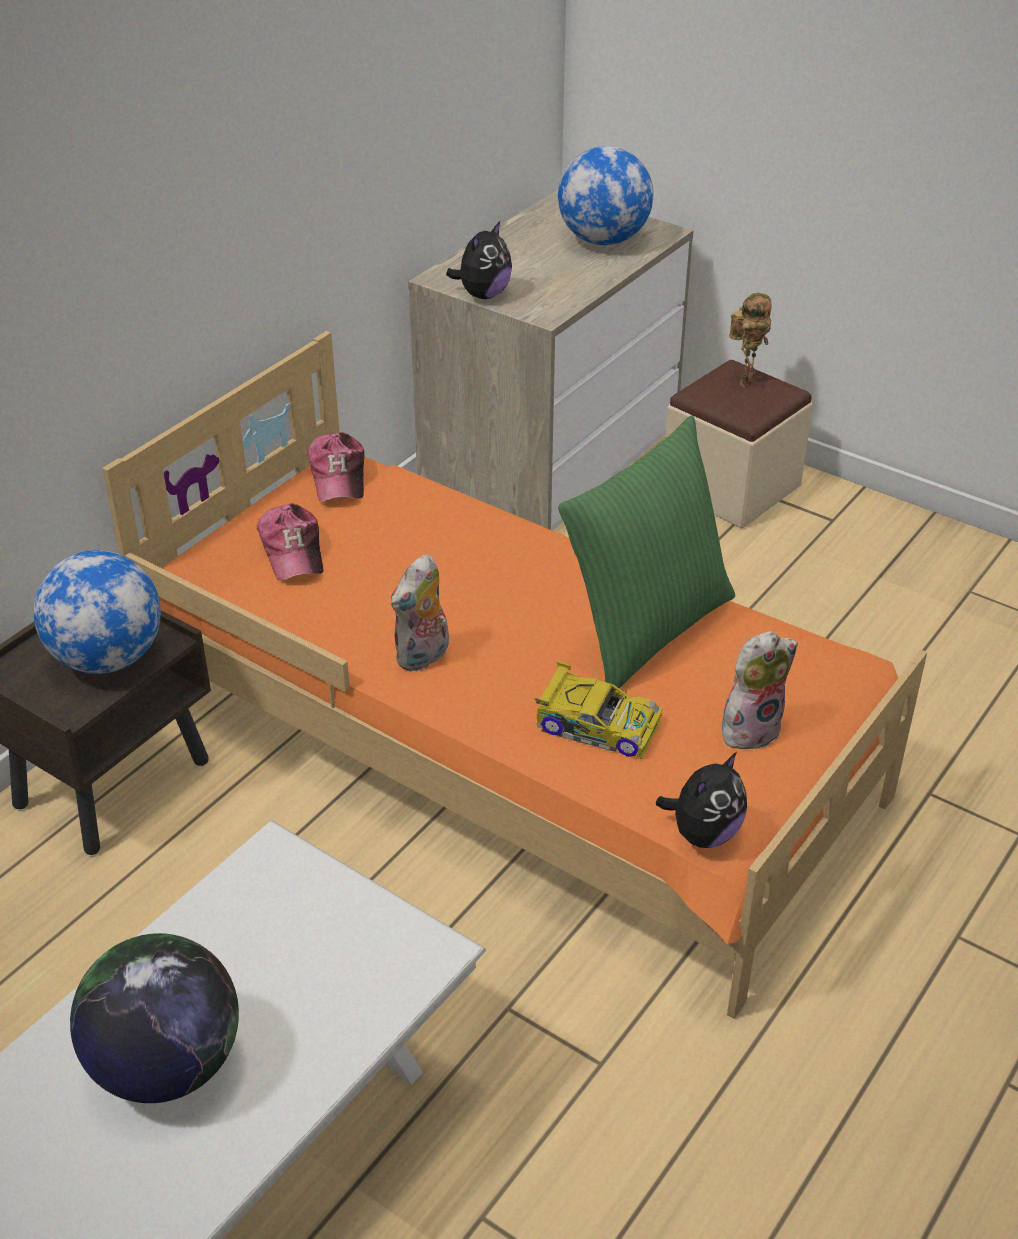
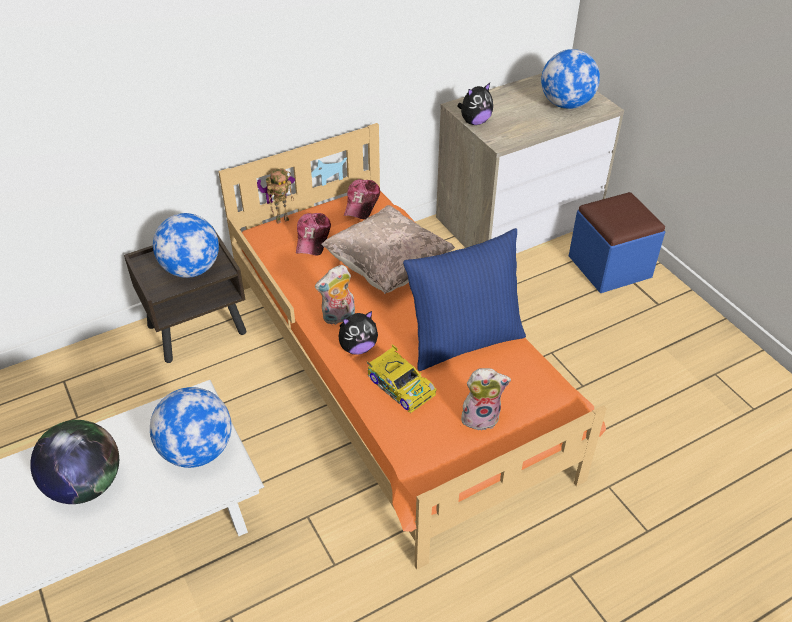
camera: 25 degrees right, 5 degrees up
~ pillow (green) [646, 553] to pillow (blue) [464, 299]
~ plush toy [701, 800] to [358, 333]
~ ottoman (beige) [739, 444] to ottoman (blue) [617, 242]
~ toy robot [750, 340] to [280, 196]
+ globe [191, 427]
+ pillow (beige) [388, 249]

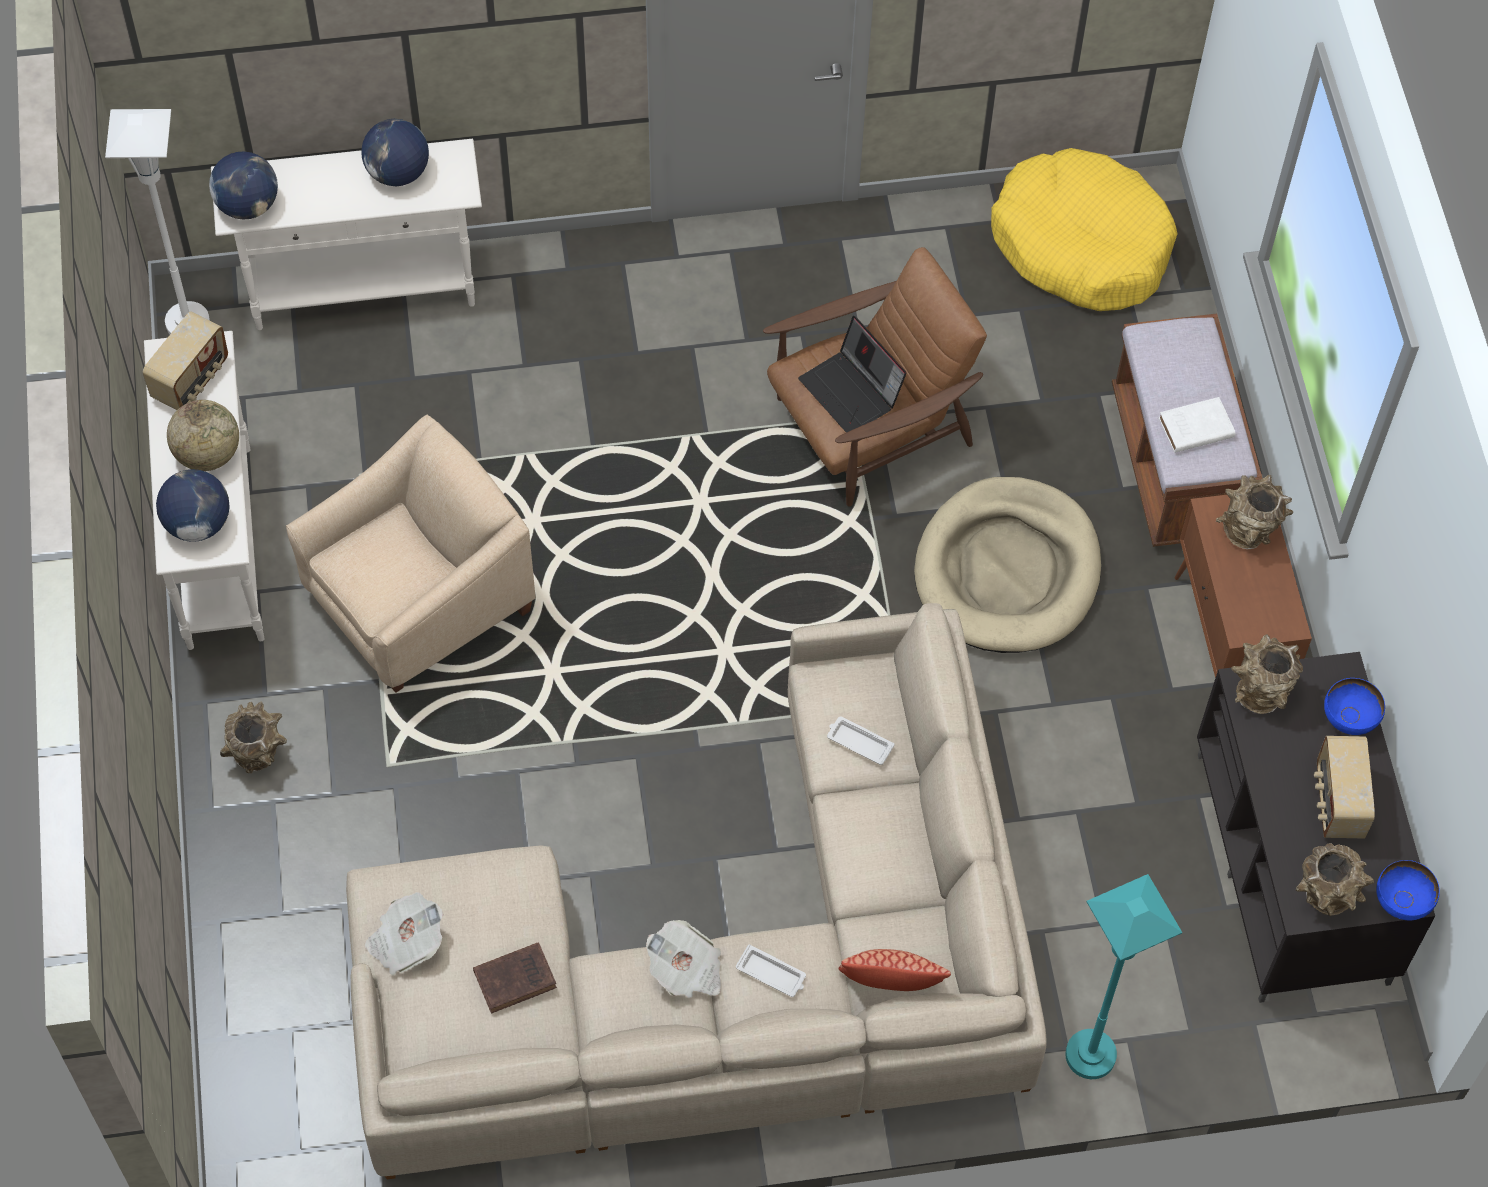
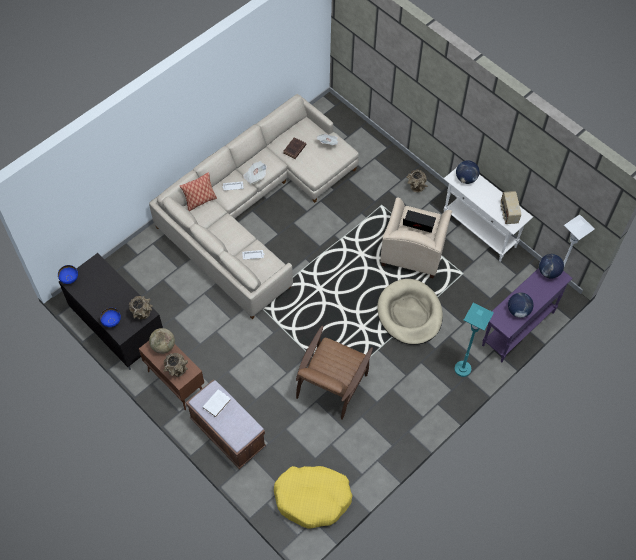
camera: 145 degrees right, 0 degrees up
~ globe [203, 435] to [162, 341]
~ console table (white) [346, 234] to console table (purple) [527, 315]
~ laptop [852, 374] to [419, 221]
~ dog bed (beige) [1007, 565] to [410, 312]
~ floor lamp (turquoise) [1124, 976] to [474, 340]
- vase (brown) [1335, 879]
- radio [1344, 787]

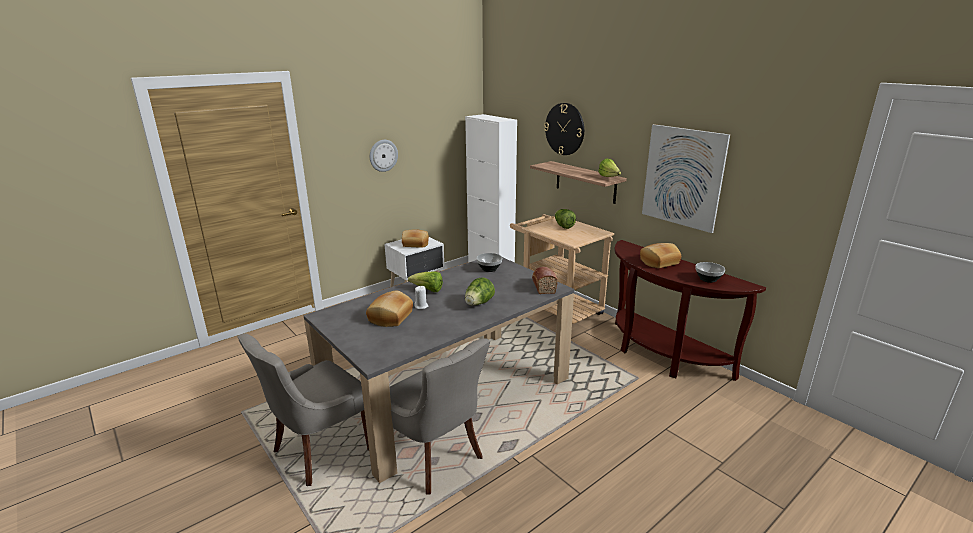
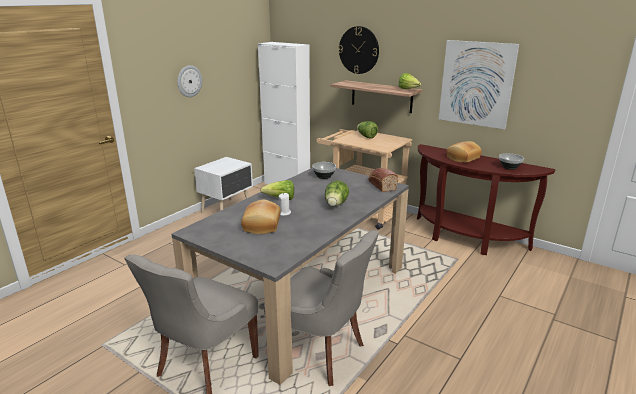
camera: 15 degrees left, 0 degrees up
- bread [415, 238]

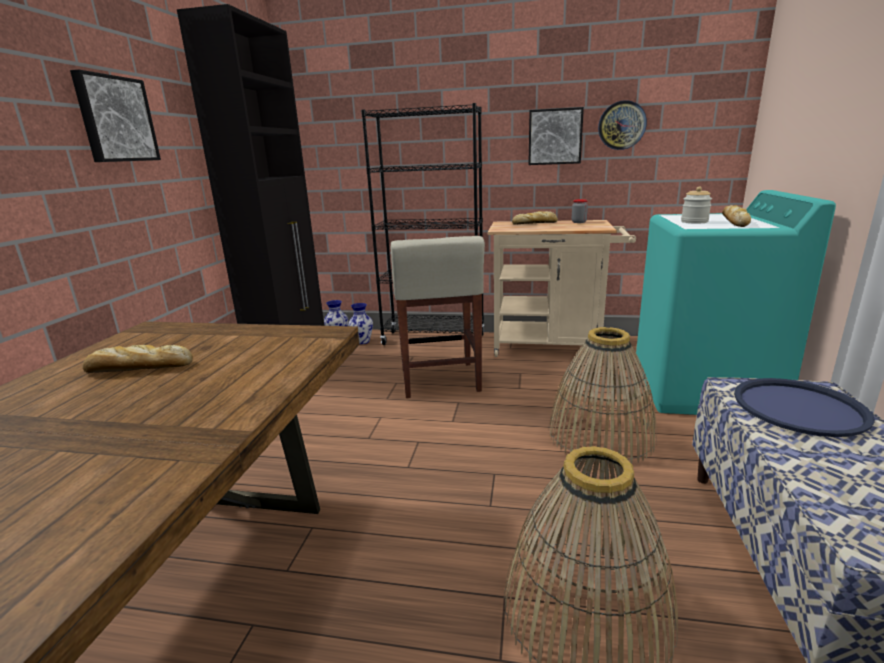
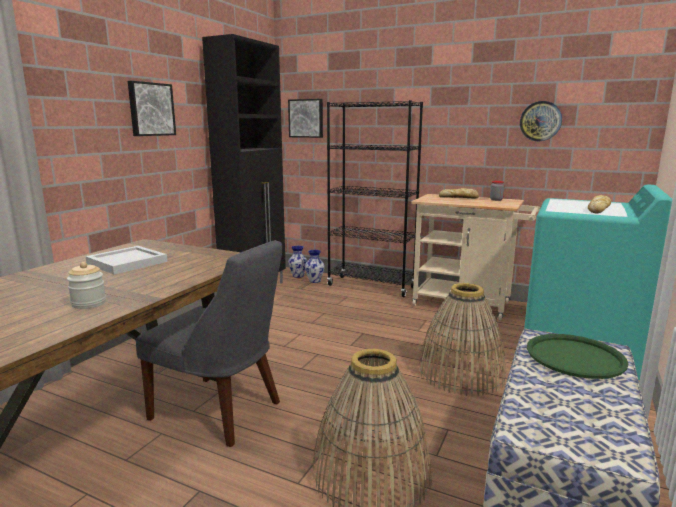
camera: 15 degrees right, 5 degrees down
~ bread [138, 359] to tray (white) [126, 260]
- stool (beige) [438, 317]
~ picture [556, 136] to [305, 118]
~ jar [696, 205] to [86, 285]
~ tray (blue) [804, 407] to tray (green) [577, 356]
+ chair (grey) [209, 343]

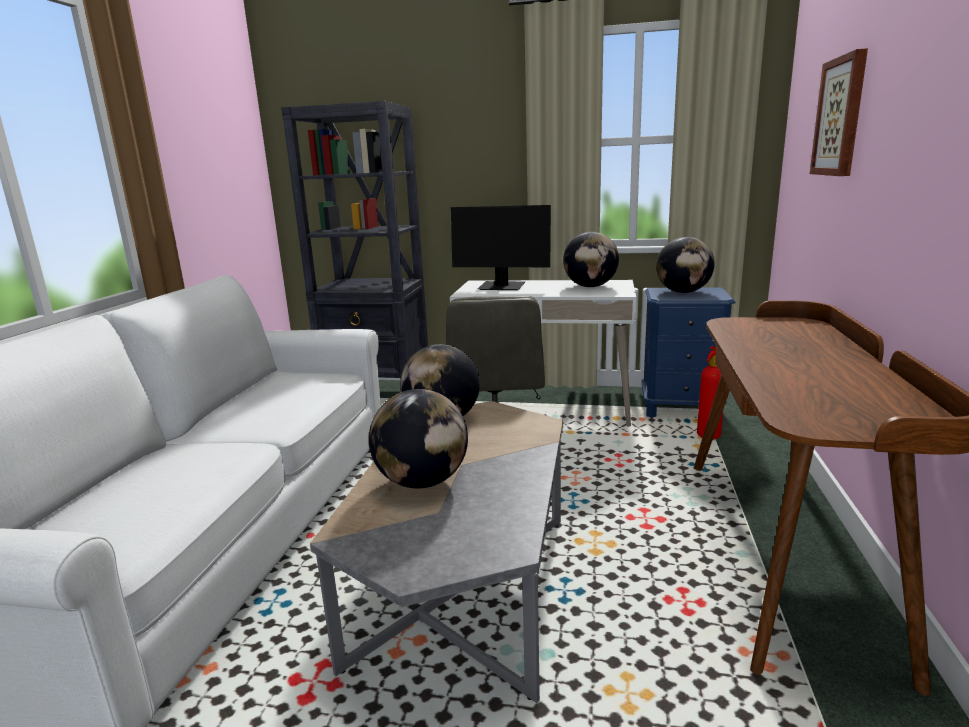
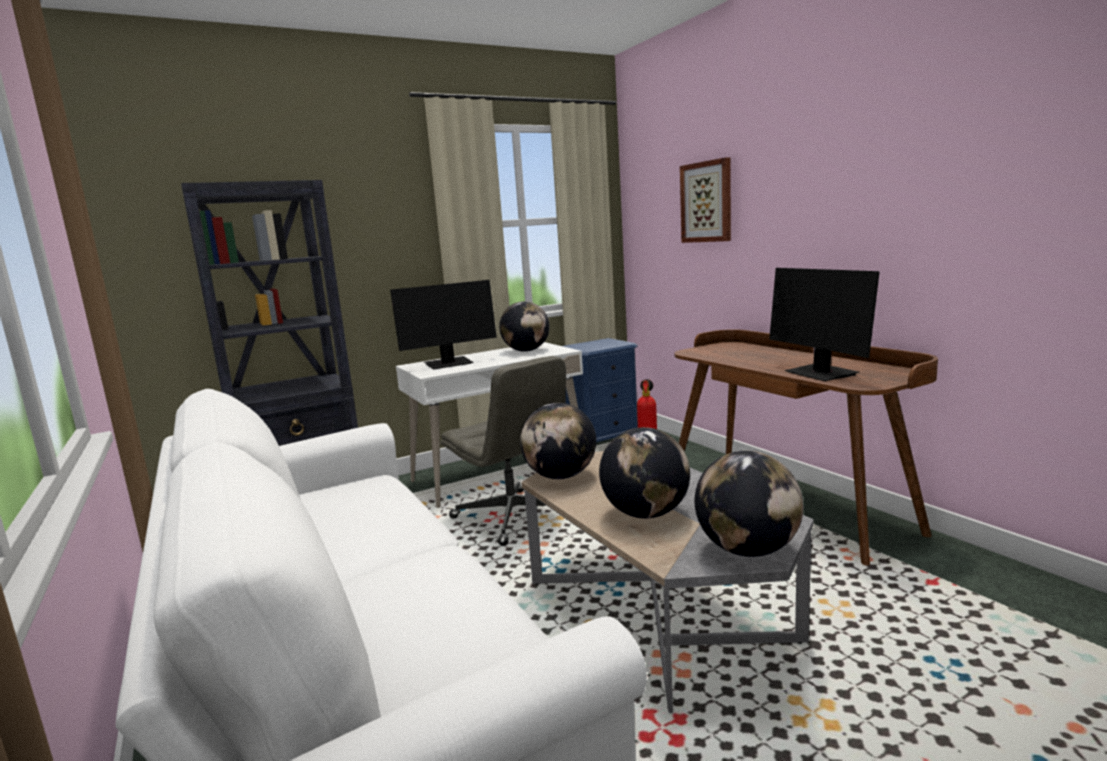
camera: 40 degrees left, 5 degrees down
~ globe [685, 265] to [749, 504]
+ monitor [824, 324]

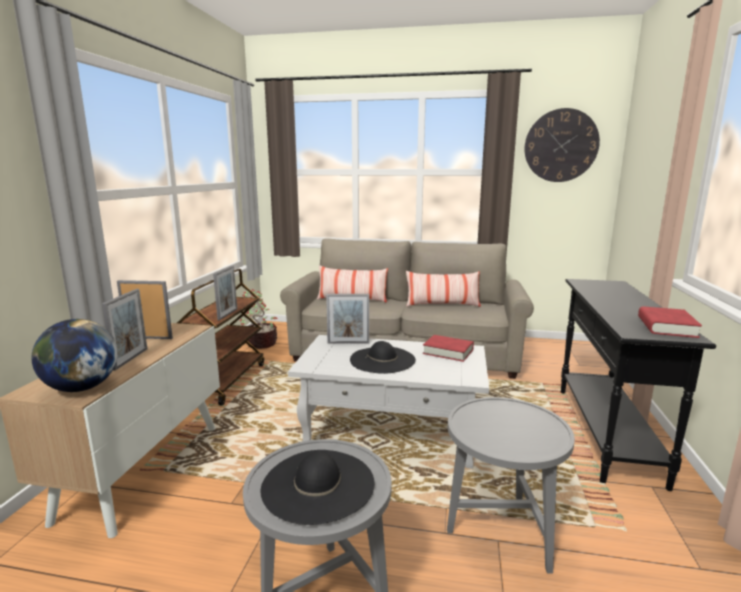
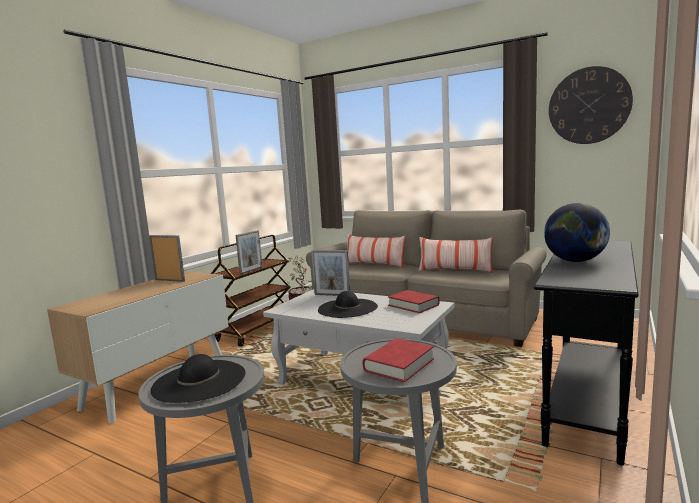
camera: 20 degrees right, 5 degrees down
~ globe [75, 355] to [577, 232]
- picture frame [124, 330]
~ book (red) [670, 322] to [398, 360]

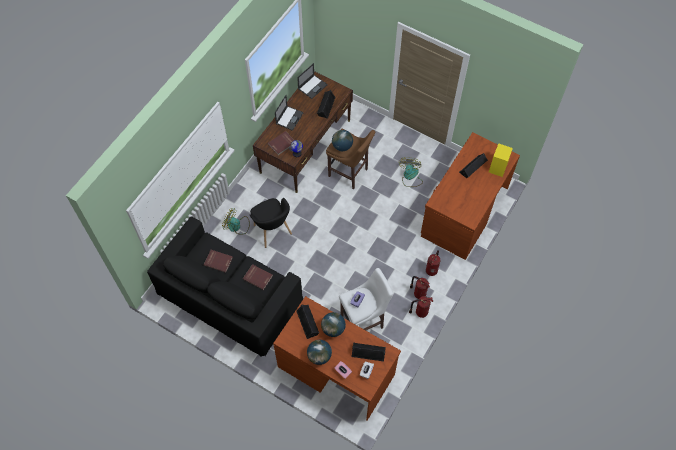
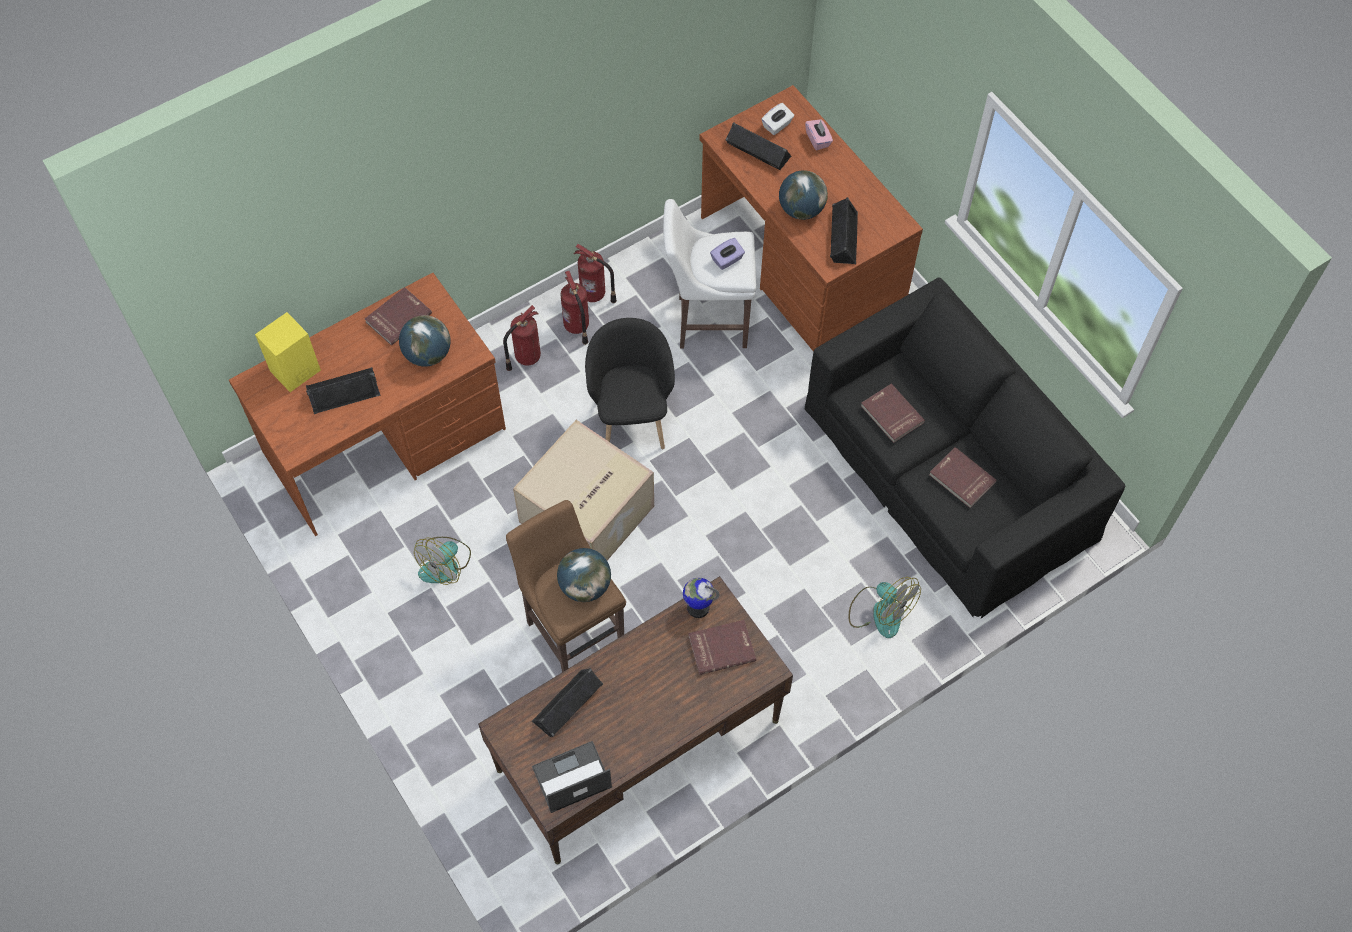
camera: 155 degrees left, 0 degrees up
~ armchair (black) [271, 223] to [630, 383]
- laptop [289, 113]
~ globe [319, 352] to [425, 341]
+ book (red) [398, 316]
+ cardboard box [583, 490]

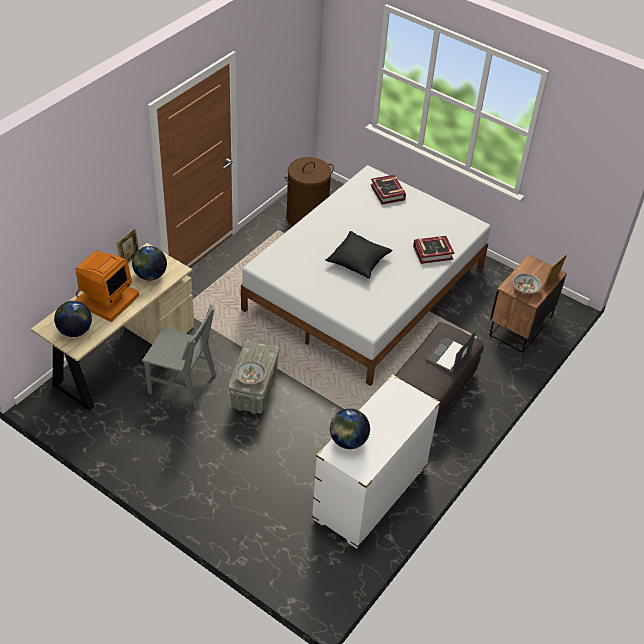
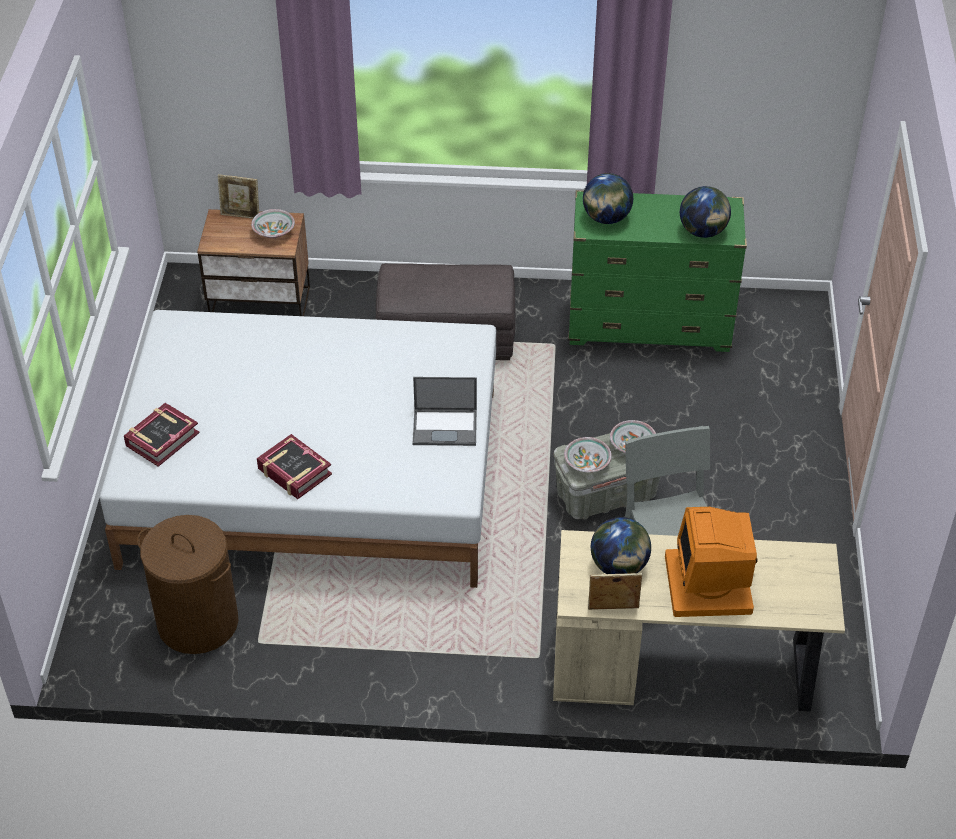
camera: 120 degrees left, 0 degrees up
~ globe [73, 319] to [608, 198]
~ monitor [107, 286] = [711, 562] 90 degrees counterclockwise
~ dresser (white) [376, 461] to dresser (green) [657, 271]
- pillow (black) [359, 255]
~ book [433, 250] to [294, 466]
~ laptop [451, 352] to [445, 411]
+ bowl [588, 454]

